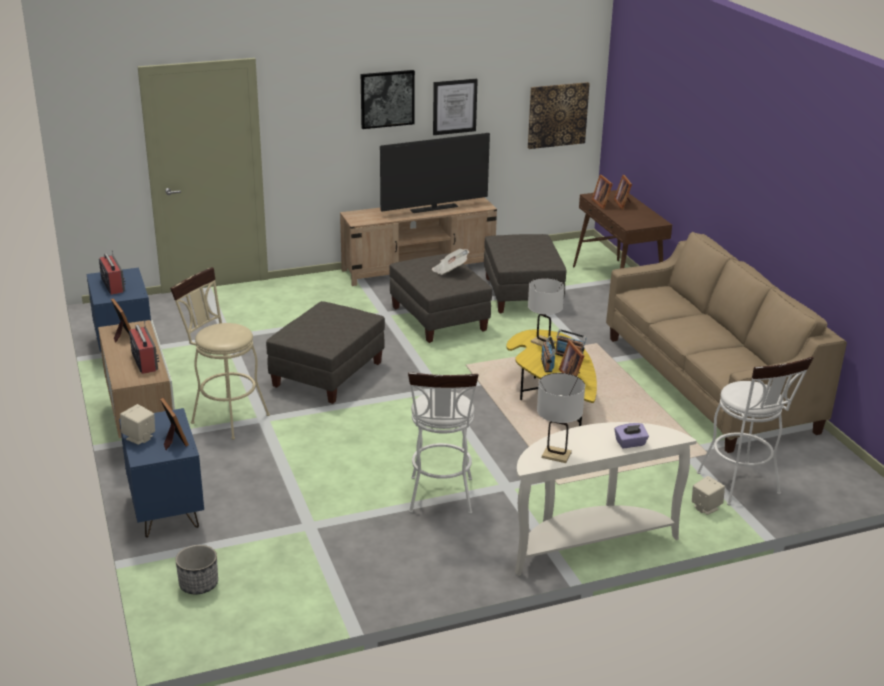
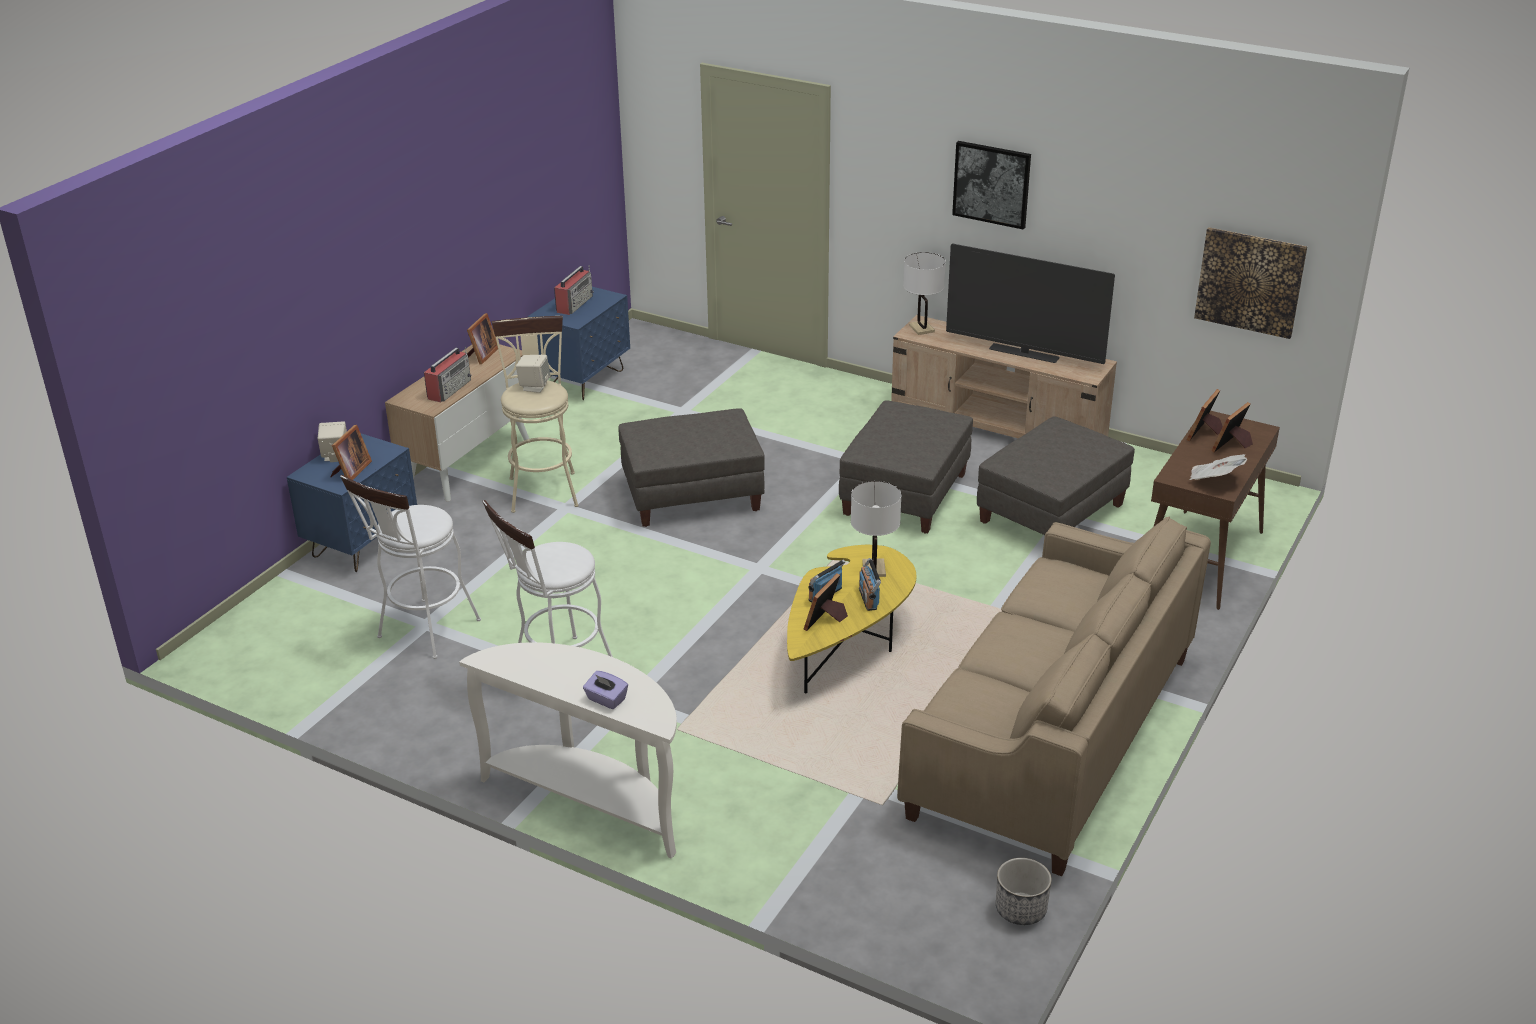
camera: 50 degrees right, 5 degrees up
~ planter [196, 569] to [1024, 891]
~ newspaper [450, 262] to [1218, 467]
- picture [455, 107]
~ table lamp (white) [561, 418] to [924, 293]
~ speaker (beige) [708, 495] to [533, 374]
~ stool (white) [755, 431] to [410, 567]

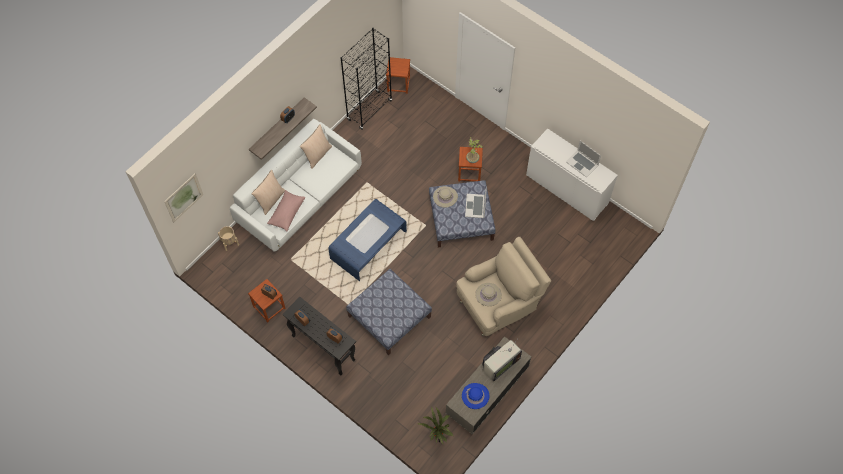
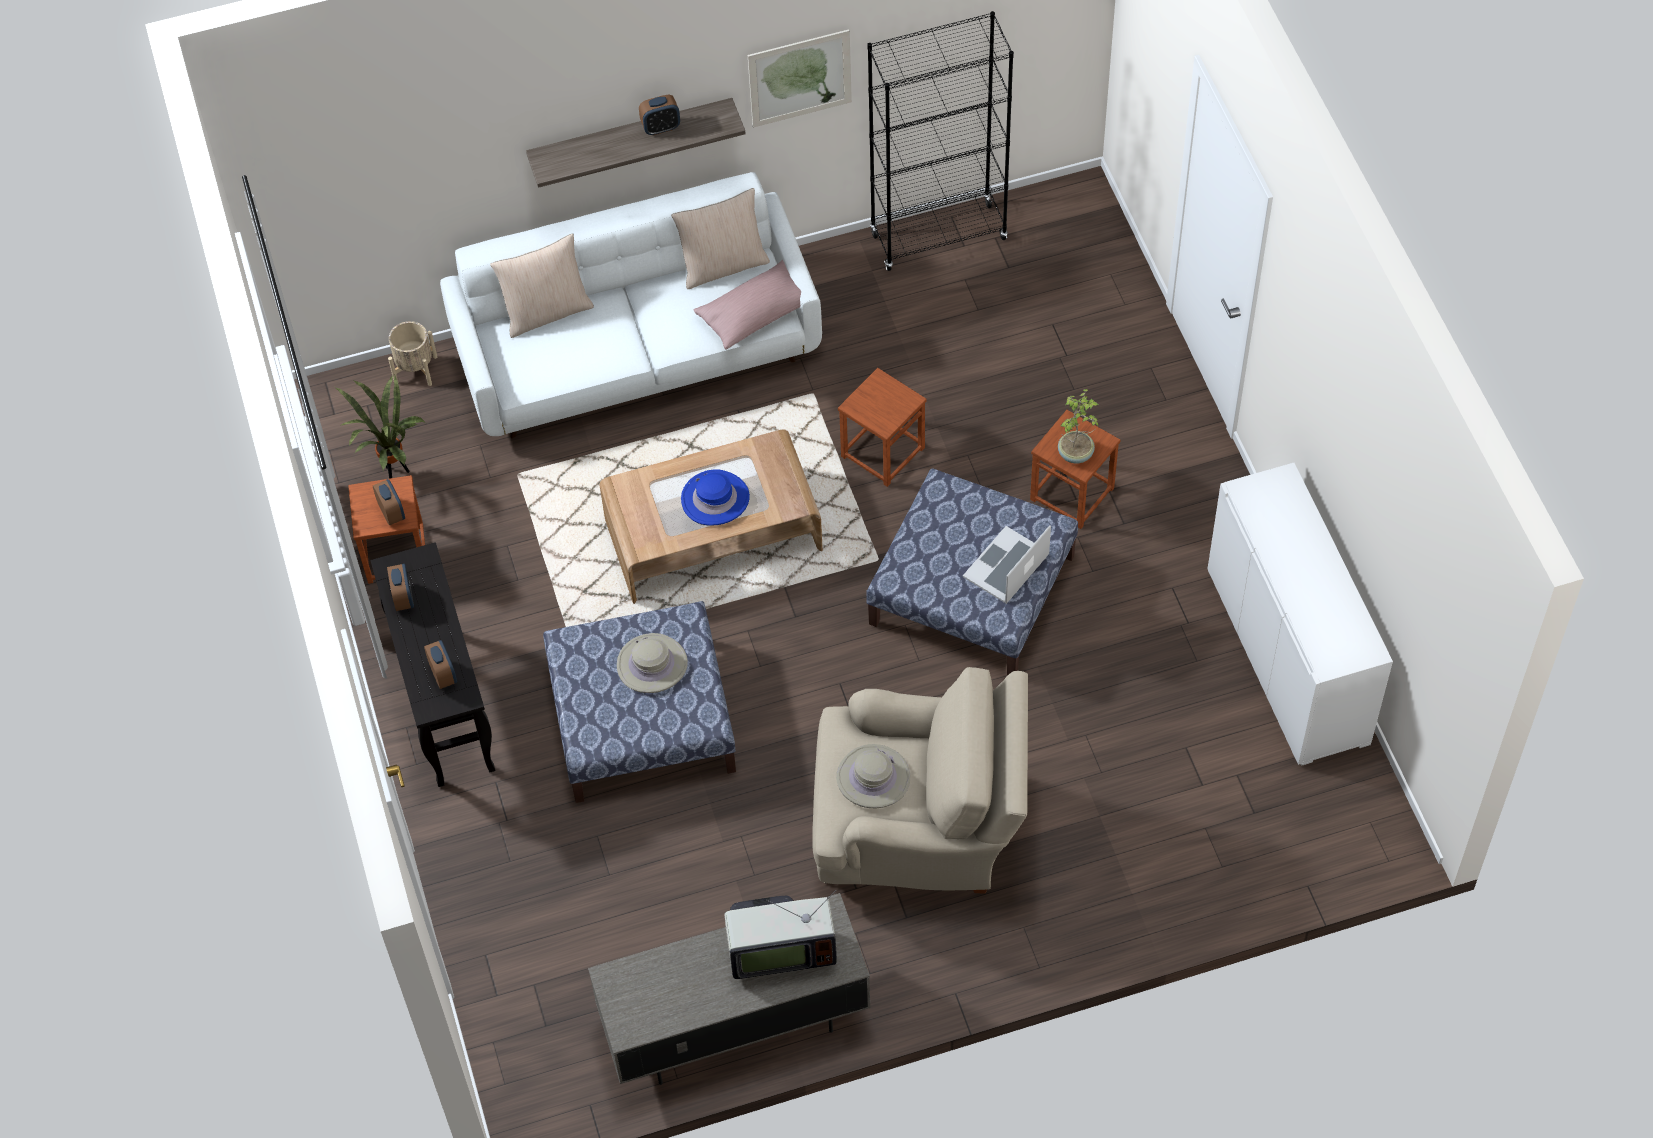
camera: 35 degrees right, 5 degrees down
~ picture [183, 197] to [800, 78]
~ pillow (pink) [286, 210] to [747, 305]
~ coffee table (blue) [367, 240] to coffee table (brown) [711, 517]
~ stool (brown) [398, 75] to [882, 427]
~ potted plant [435, 425] to [381, 426]
~ hat (beige) [445, 197] to [652, 663]
~ hat (blue) [475, 396] to [715, 497]
- laptop [583, 159]

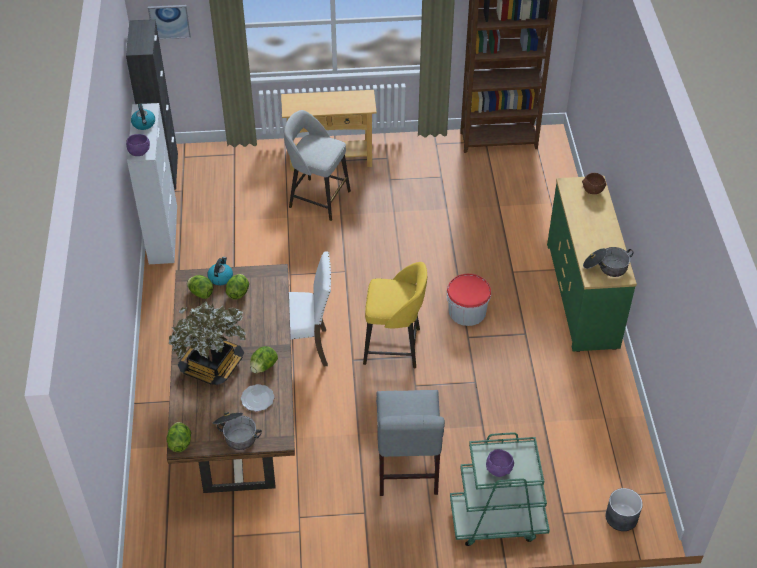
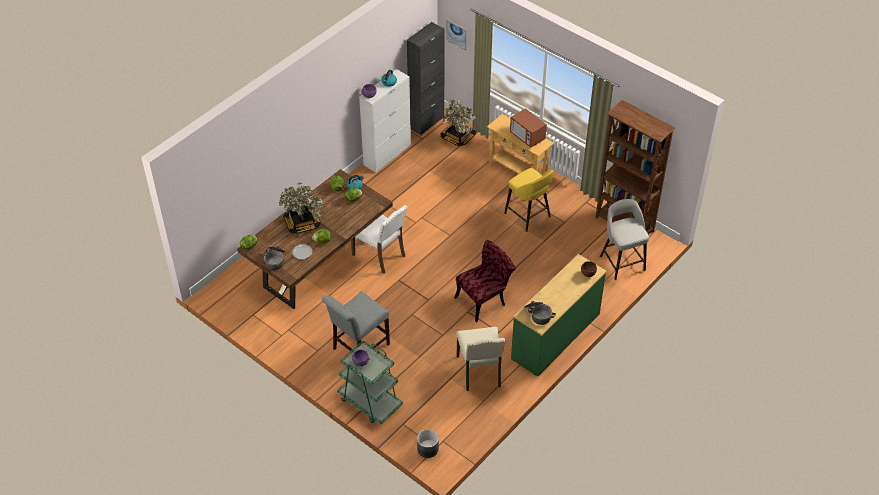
camera: 45 degrees right, 0 degrees up
~ stool (grey) [317, 165] to [624, 239]
~ stool (yellow) [395, 315] to [529, 200]
~ bucket [469, 300] to chair (red) [485, 281]
+ potted plant [458, 122]
+ chair (beige) [480, 359]
+ microwave [528, 128]

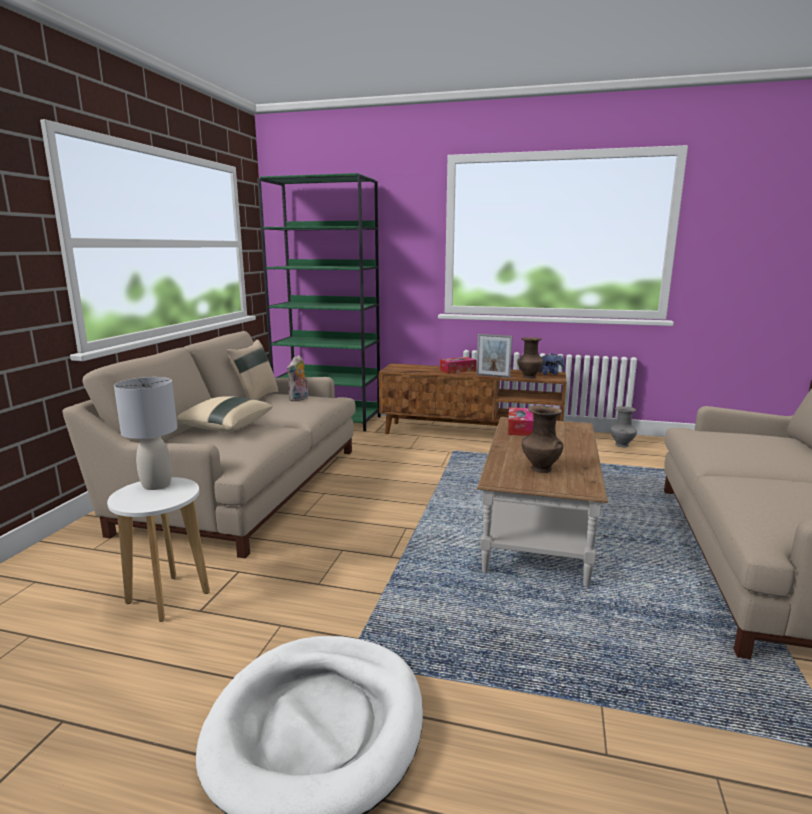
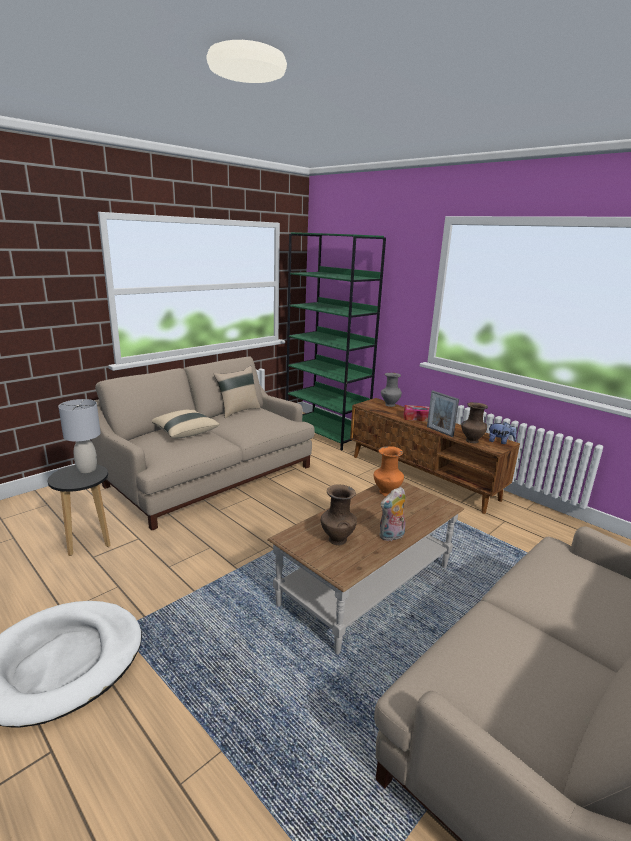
camera: 30 degrees right, 5 degrees up
~ stool (white) [158, 549] to stool (black) [79, 510]
~ plush toy [297, 378] to [392, 514]
~ tissue box [520, 421] to vase (orange) [389, 471]
~ vase (grey) [623, 426] to [391, 390]

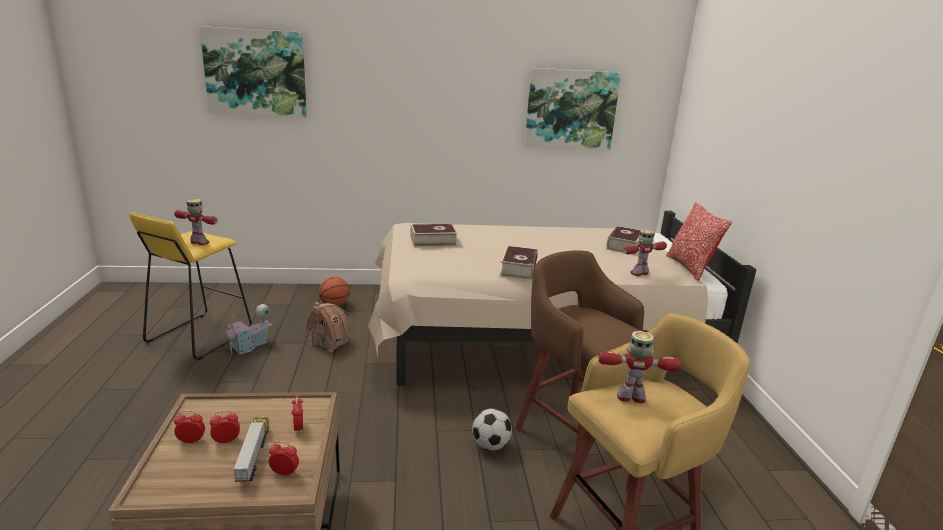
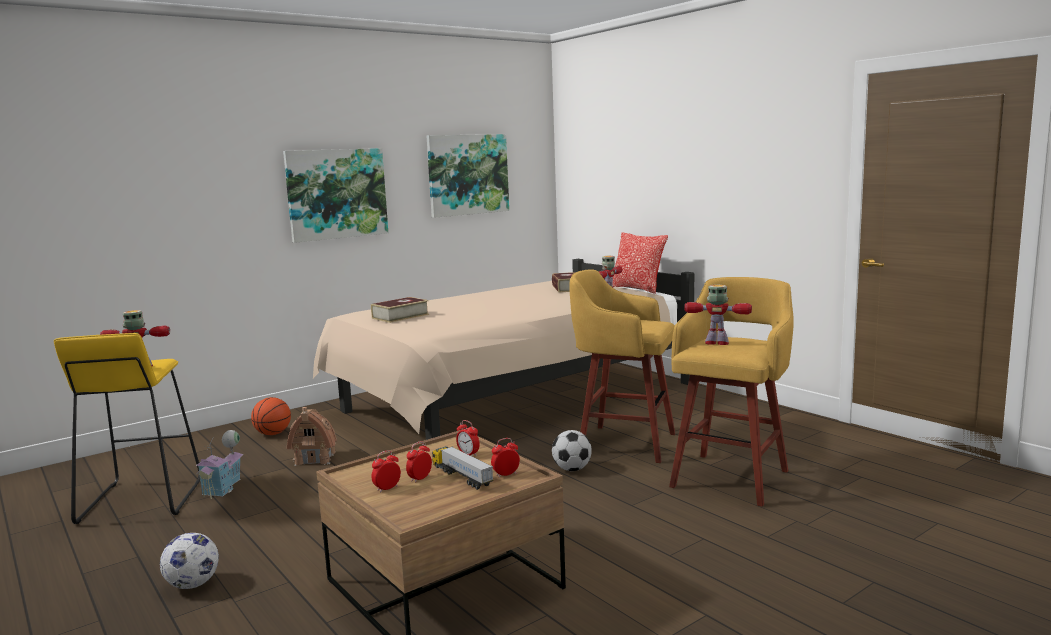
camera: 30 degrees left, 10 degrees down
~ picture [253, 72] to [335, 195]
- book [519, 262]
~ stool (brown) [579, 362] to stool (yellow) [622, 366]
~ toy robot [639, 367] = [718, 315] 45 degrees clockwise
+ football [189, 561]

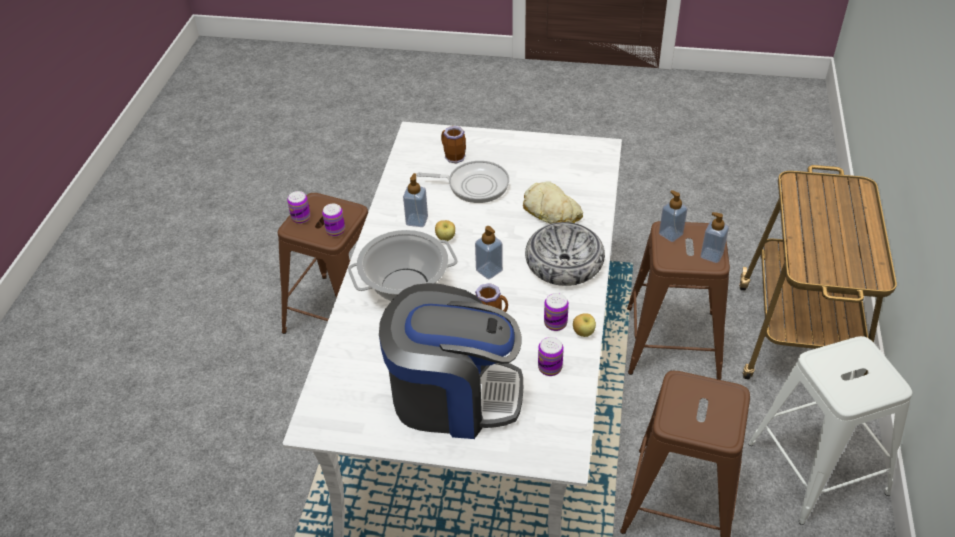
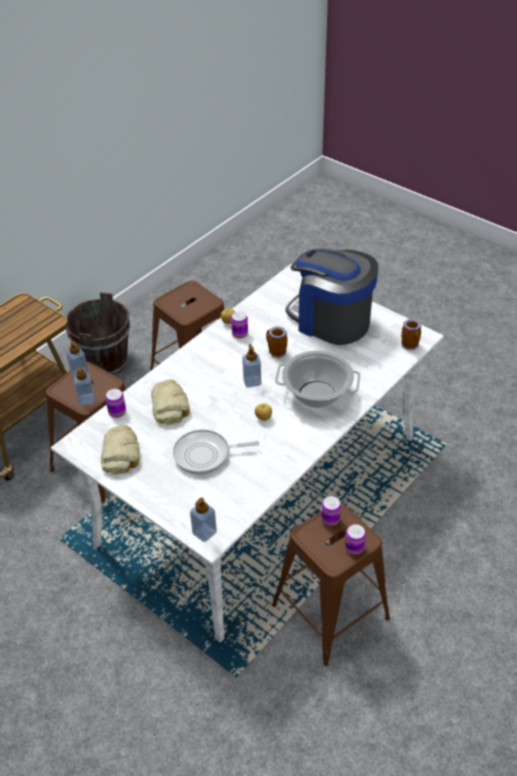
camera: 150 degrees left, 0 degrees up
~ soap dispenser [415, 200] to [203, 520]
~ frying pan [463, 182] = [216, 452] 45 degrees counterclockwise
~ mug [453, 145] to [411, 334]
- bowl [565, 254]
~ can [551, 356] to [115, 403]
~ stool (white) [830, 430] to bucket (brown) [98, 333]
+ bread [120, 450]

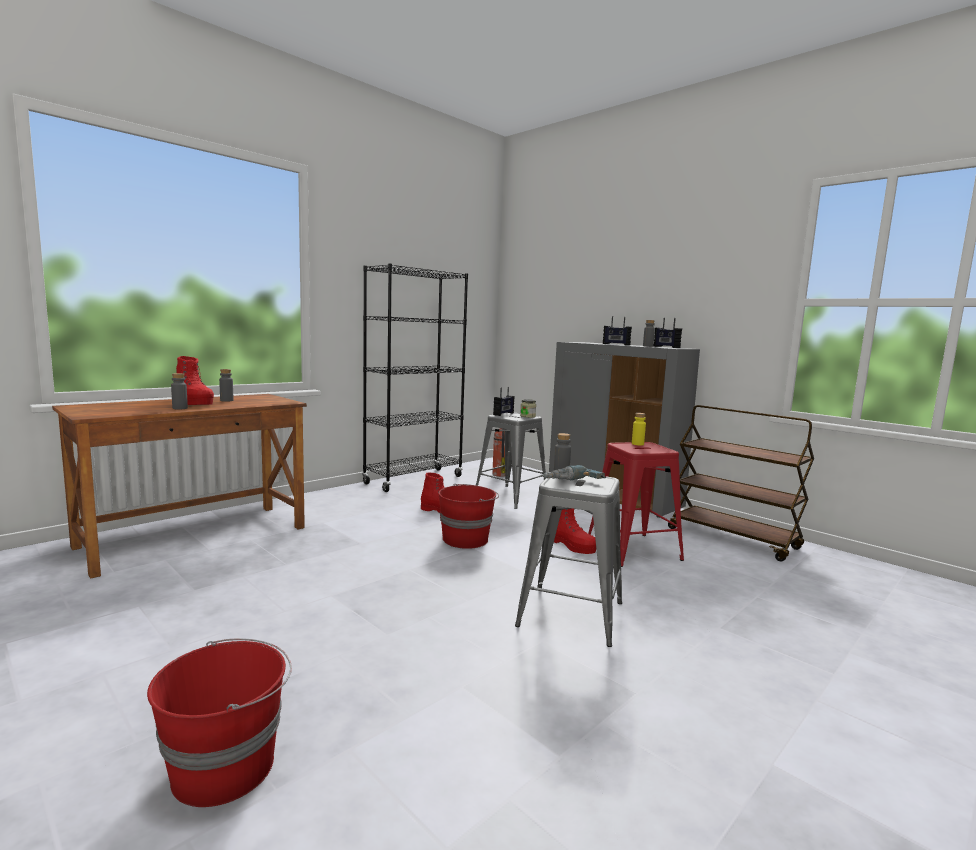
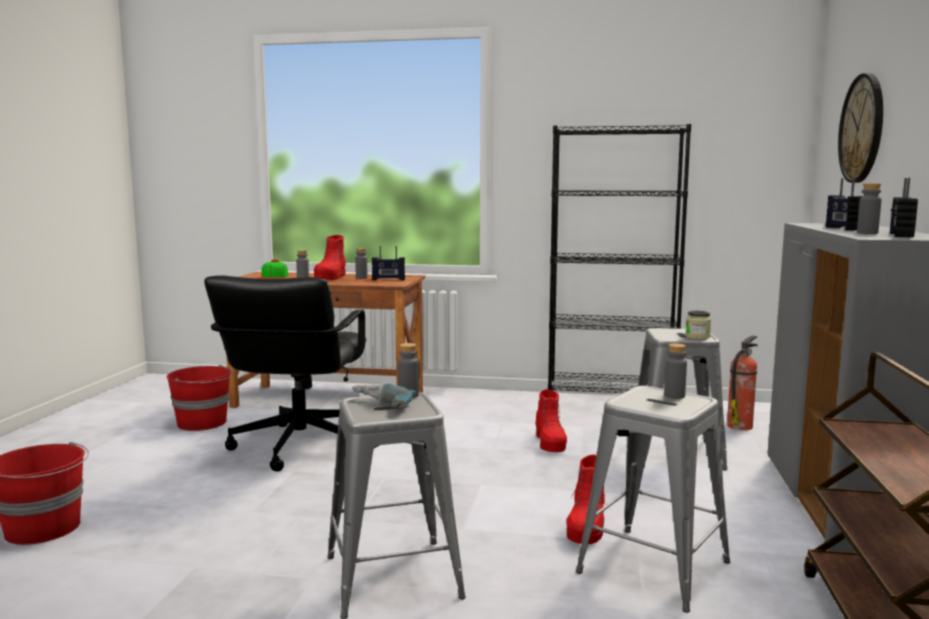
camera: 55 degrees right, 0 degrees up
~ bucket (red) [468, 516] to [200, 398]
~ radio [504, 401] to [388, 263]
~ stool (red) [636, 504] to stool (grey) [653, 499]
~ bottle (yellow) [639, 429] to bottle (grey) [675, 371]
+ office chair (black) [285, 373]
+ cap [273, 269]
+ wall clock [860, 128]

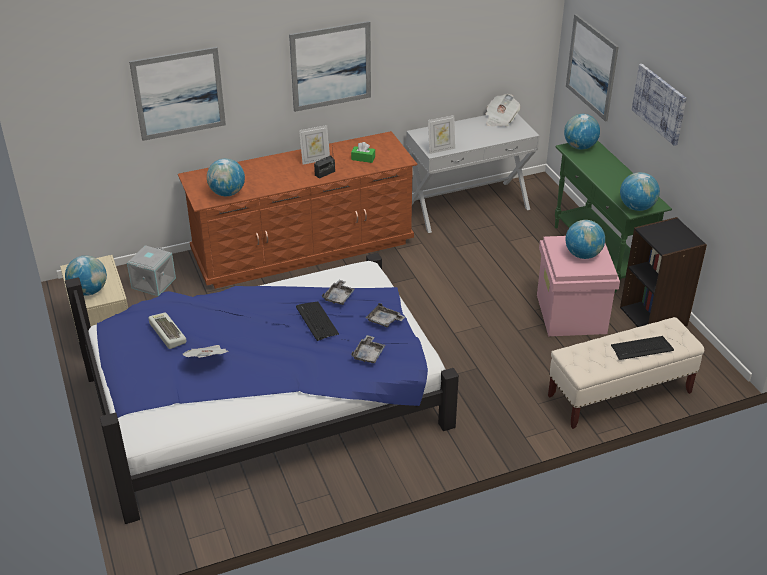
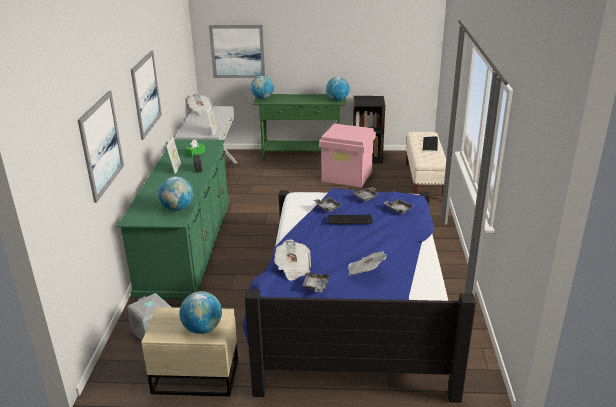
camera: 65 degrees left, 10 degrees down
~ keyboard [167, 331] to tray (grey) [316, 282]
~ dresser (brown) [298, 210] to dresser (green) [173, 219]
- globe [585, 239]
- picture [659, 105]
+ newspaper [292, 260]

